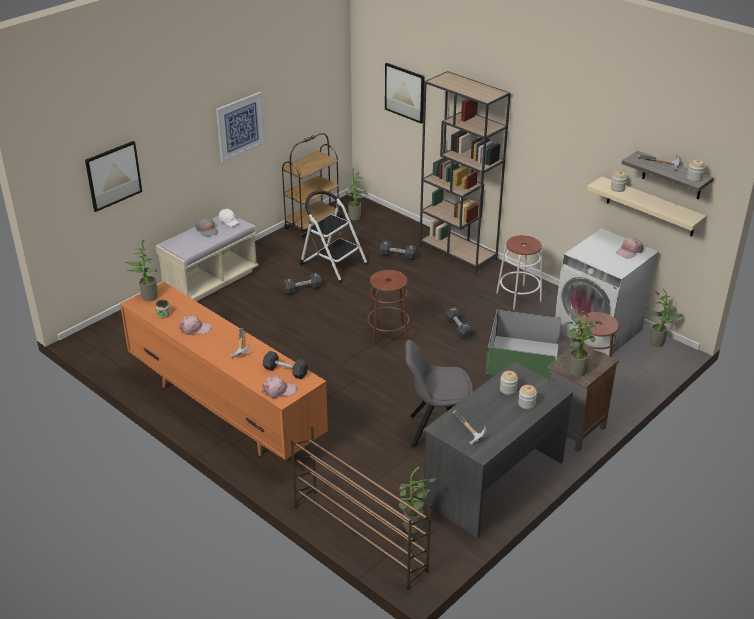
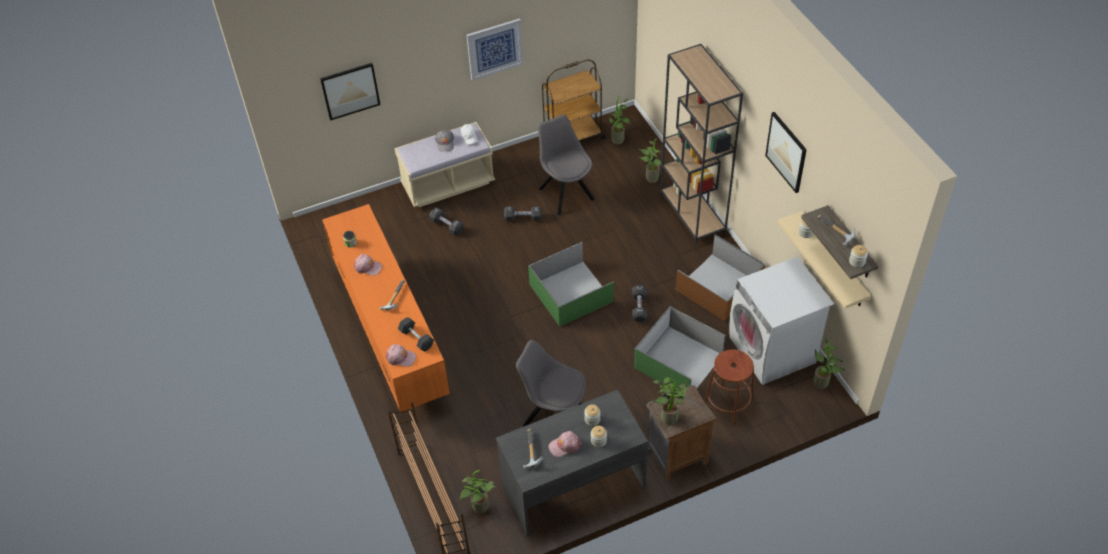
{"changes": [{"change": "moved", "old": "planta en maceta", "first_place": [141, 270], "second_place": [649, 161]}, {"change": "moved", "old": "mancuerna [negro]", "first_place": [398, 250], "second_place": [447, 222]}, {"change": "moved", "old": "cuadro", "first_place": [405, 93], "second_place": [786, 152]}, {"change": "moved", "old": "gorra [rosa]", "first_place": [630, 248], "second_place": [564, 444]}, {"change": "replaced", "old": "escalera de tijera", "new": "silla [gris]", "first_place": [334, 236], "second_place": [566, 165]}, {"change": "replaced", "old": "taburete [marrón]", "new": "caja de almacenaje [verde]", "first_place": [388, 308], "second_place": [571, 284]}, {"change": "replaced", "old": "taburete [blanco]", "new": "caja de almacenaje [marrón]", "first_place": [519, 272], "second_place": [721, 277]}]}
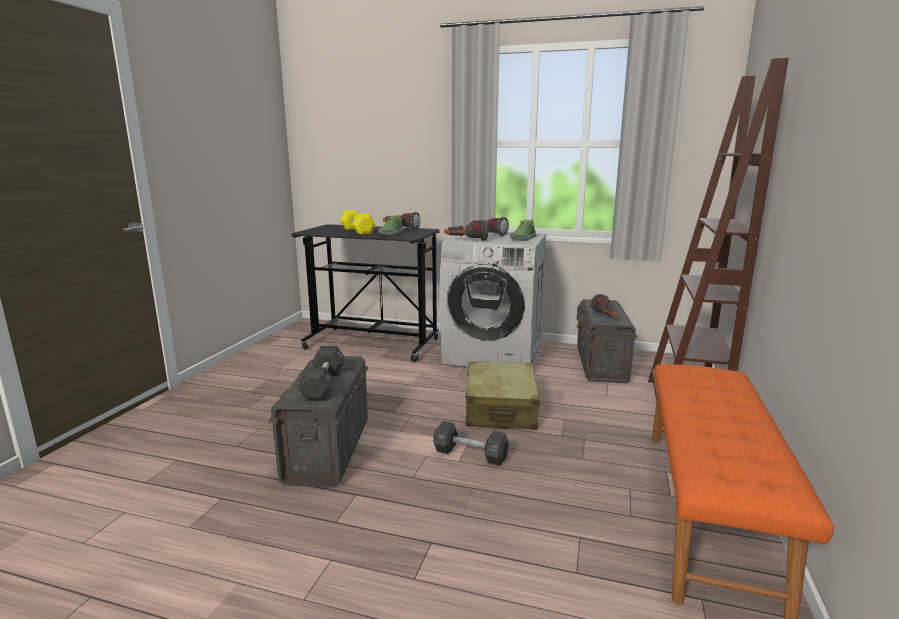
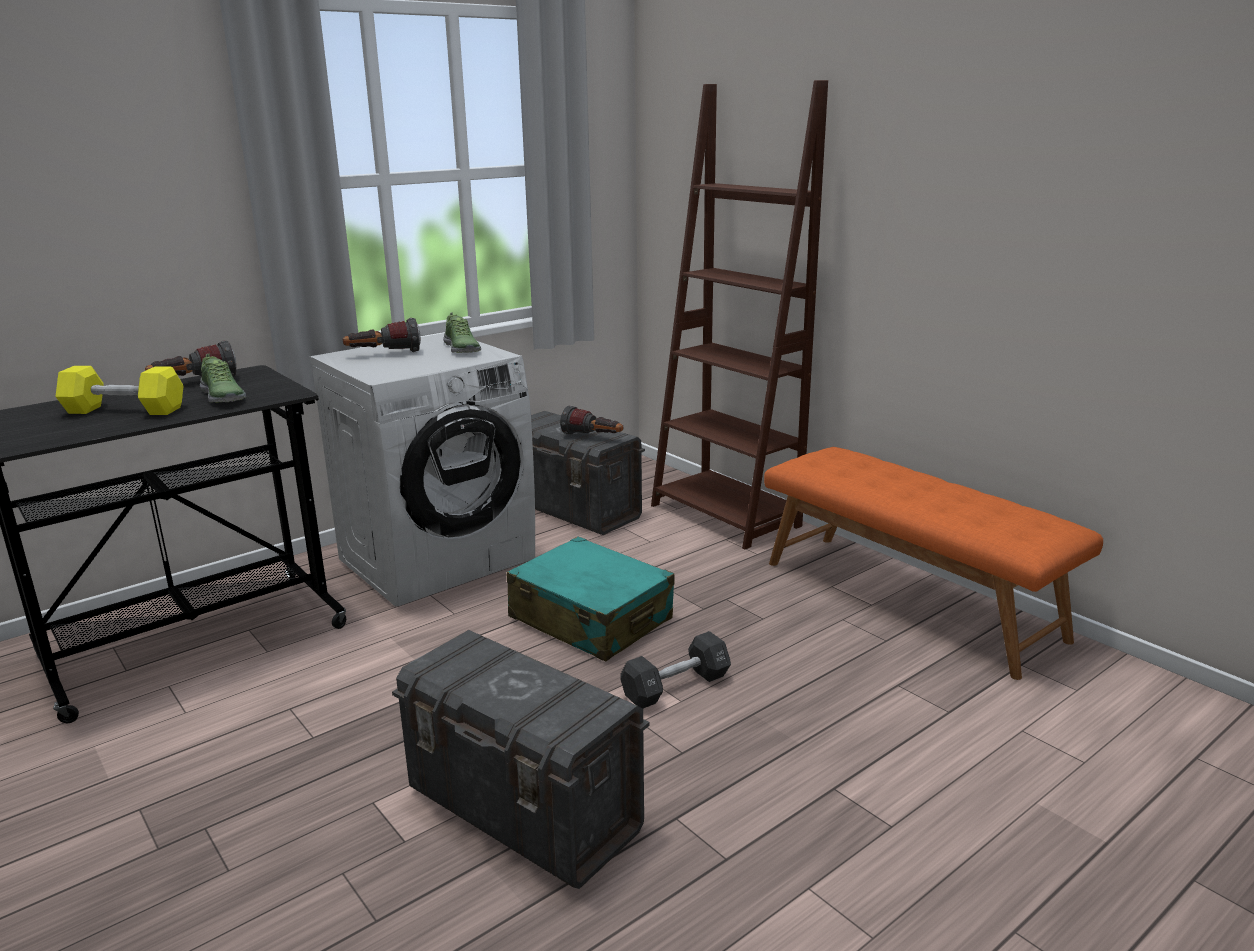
{"changes": [{"change": "removed", "old": "mancuerna [negro]", "first_place": [321, 373]}, {"change": "removed", "old": "linterna", "first_place": [466, 230]}, {"change": "recoloured", "old": "maleta [beis]", "new": "maleta [turquesa]", "first_place": [503, 395], "second_place": [591, 599]}]}
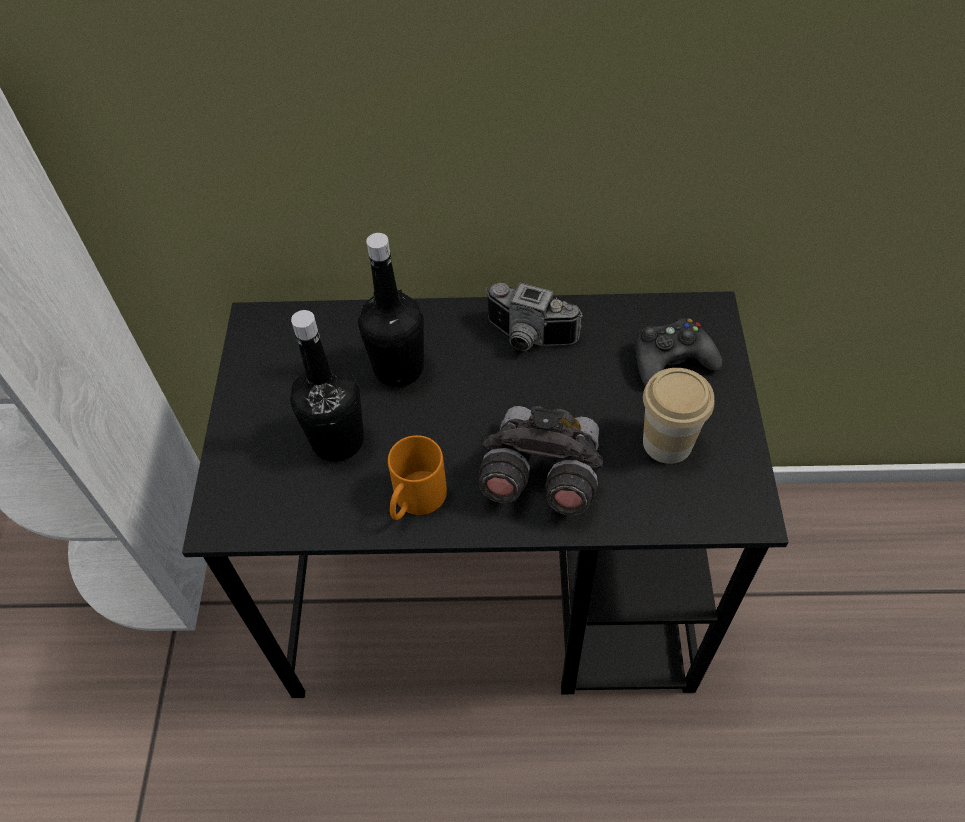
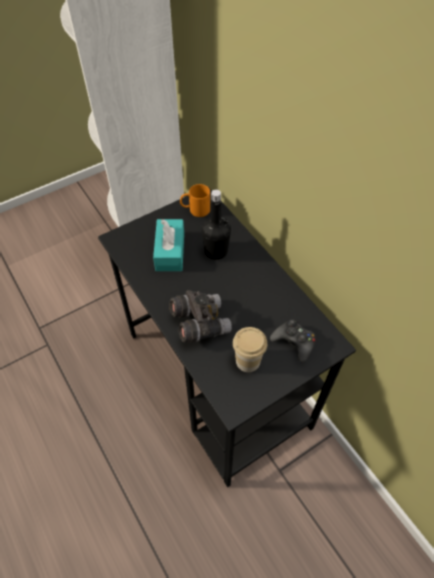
{"changes": [{"change": "removed", "old": "cámara", "first_place": [534, 317]}, {"change": "moved", "old": "taza grande [naranja]", "first_place": [417, 477], "second_place": [195, 200]}, {"change": "replaced", "old": "botella [negro]", "new": "caja de pañuelos [turquesa]", "first_place": [327, 386], "second_place": [168, 245]}]}
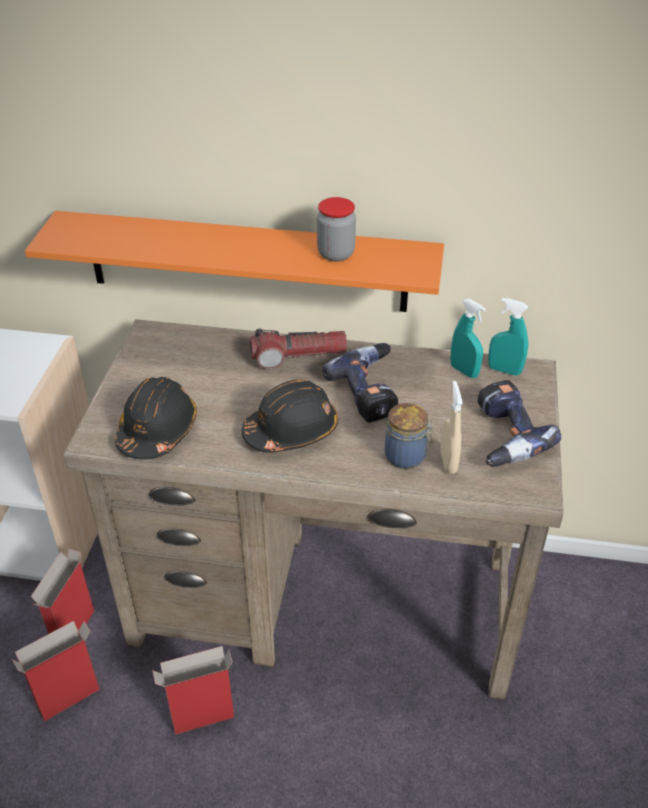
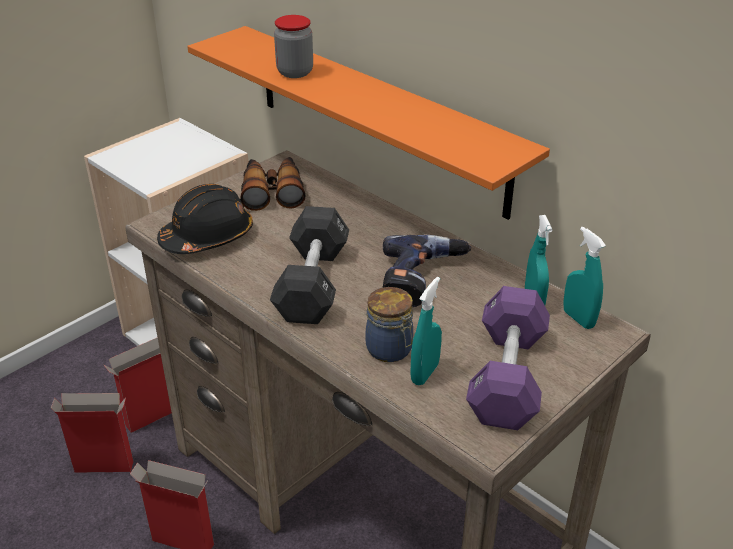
{"changes": [{"change": "removed", "old": "linterna", "first_place": [298, 349]}, {"change": "added", "new": "prismáticos", "second_place": [273, 184]}, {"change": "moved", "old": "tarro", "first_place": [336, 229], "second_place": [293, 46]}, {"change": "replaced", "old": "casco [negro]", "new": "mancuerna [negro]", "first_place": [290, 416], "second_place": [309, 265]}, {"change": "replaced", "old": "taladro", "new": "mancuerna [morado]", "first_place": [519, 423], "second_place": [508, 358]}, {"change": "recoloured", "old": "pulverizador [beis]", "new": "pulverizador [turquesa]", "first_place": [451, 427], "second_place": [426, 331]}]}
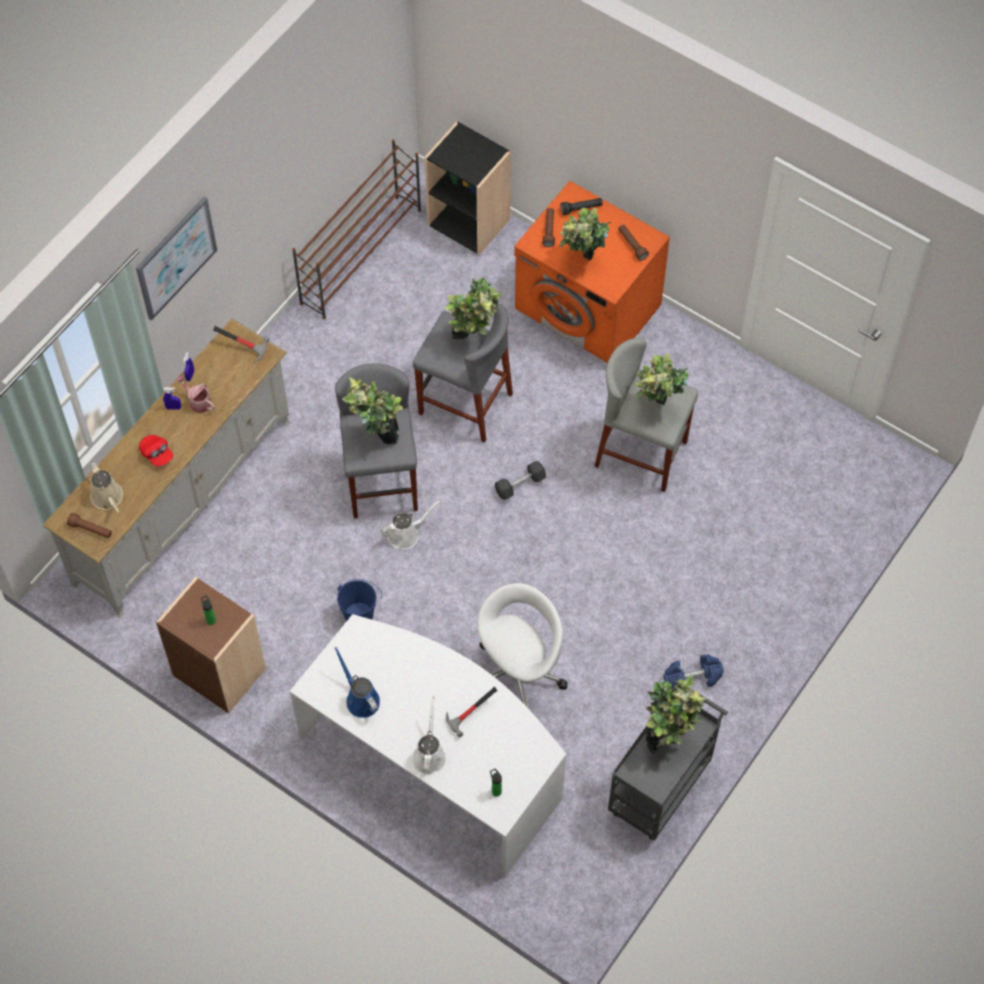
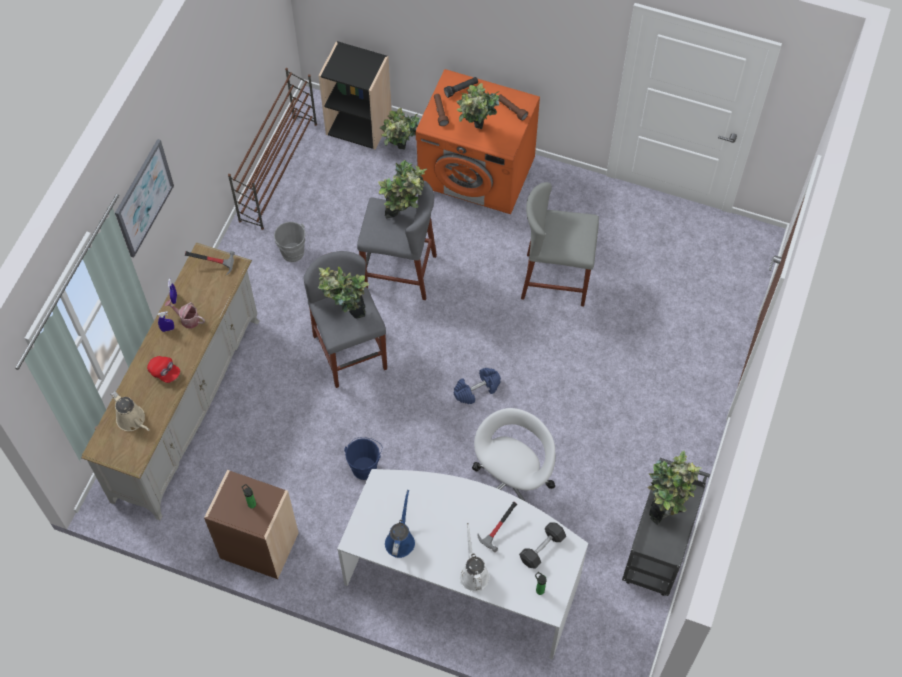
{"changes": [{"change": "removed", "old": "linterna [marrón]", "first_place": [89, 525]}, {"change": "removed", "old": "regadera [blanco]", "first_place": [411, 524]}, {"change": "added", "new": "cubo [gris]", "second_place": [292, 242]}, {"change": "moved", "old": "mancuerna [gris]", "first_place": [520, 480], "second_place": [542, 546]}, {"change": "moved", "old": "planta en maceta", "first_place": [662, 379], "second_place": [399, 129]}, {"change": "moved", "old": "mancuerna [azul]", "first_place": [693, 672], "second_place": [477, 386]}, {"change": "turned", "old": "regadera [azul]", "first_place": [357, 682], "second_place": [400, 524], "degrees": 60}]}
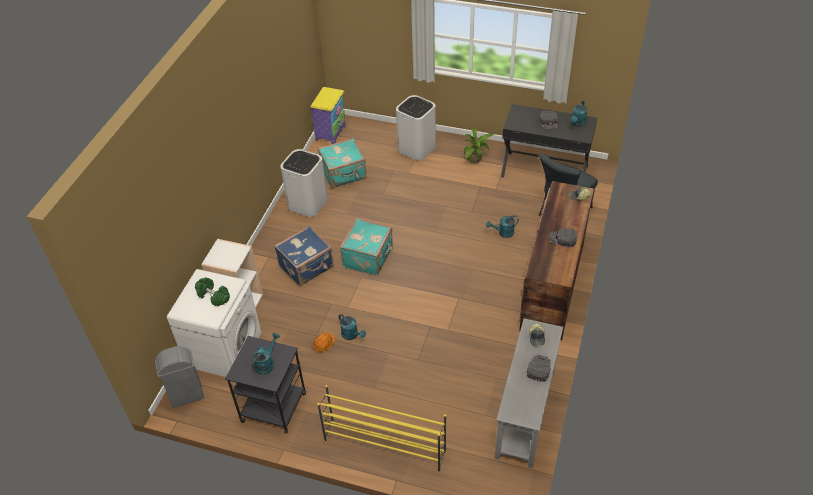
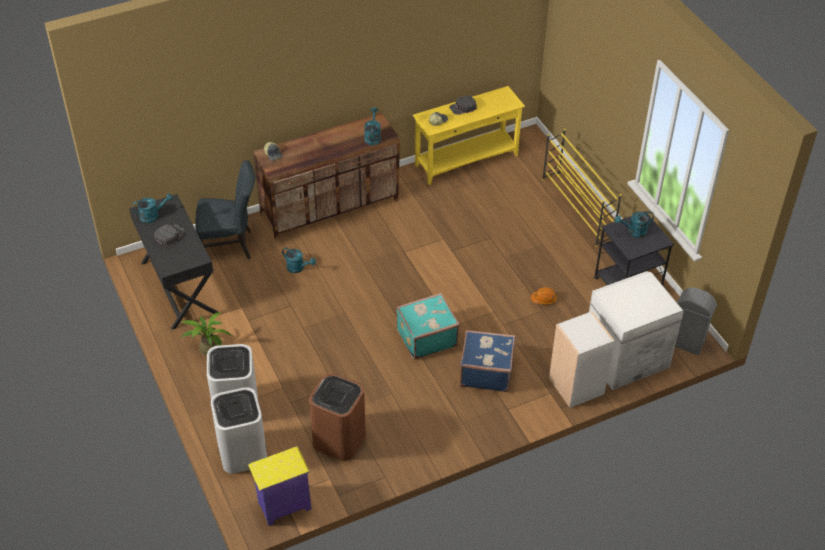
{"changes": [{"change": "removed", "old": "mancuerna [verde]", "first_place": [212, 292]}, {"change": "removed", "old": "gorra [negro]", "first_place": [563, 237]}, {"change": "moved", "old": "papelera [blanco]", "first_place": [304, 183], "second_place": [238, 430]}, {"change": "moved", "old": "regadera [turquesa]", "first_place": [352, 327], "second_place": [372, 126]}, {"change": "replaced", "old": "maleta [turquesa]", "new": "papelera [marrón]", "first_place": [342, 163], "second_place": [337, 417]}, {"change": "recoloured", "old": "mesa consola [gris]", "new": "mesa consola [amarillo]", "first_place": [529, 393], "second_place": [469, 135]}]}
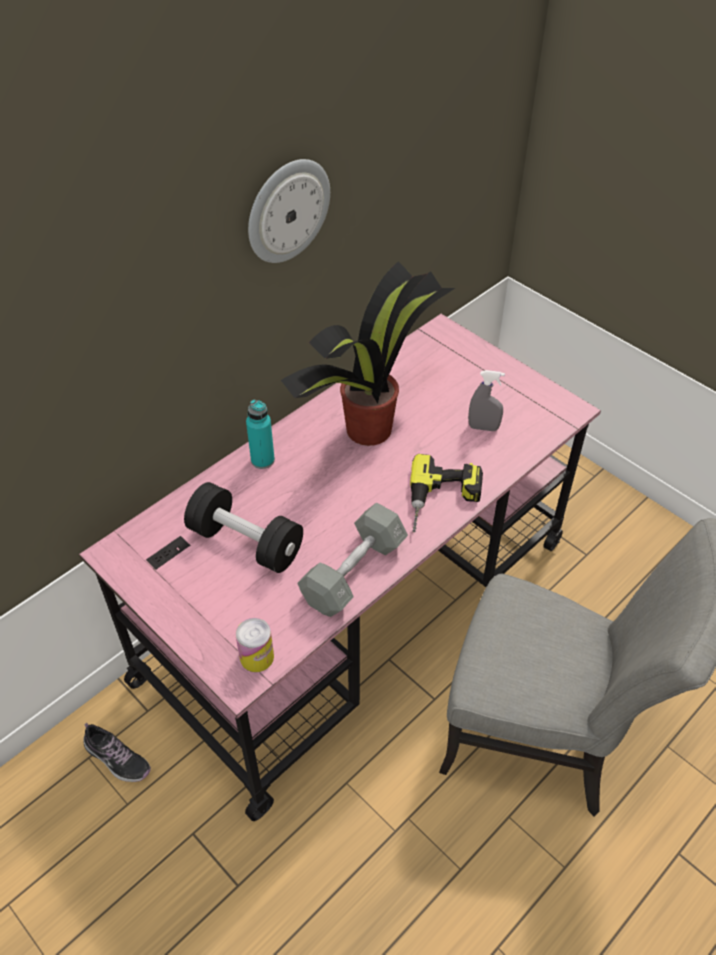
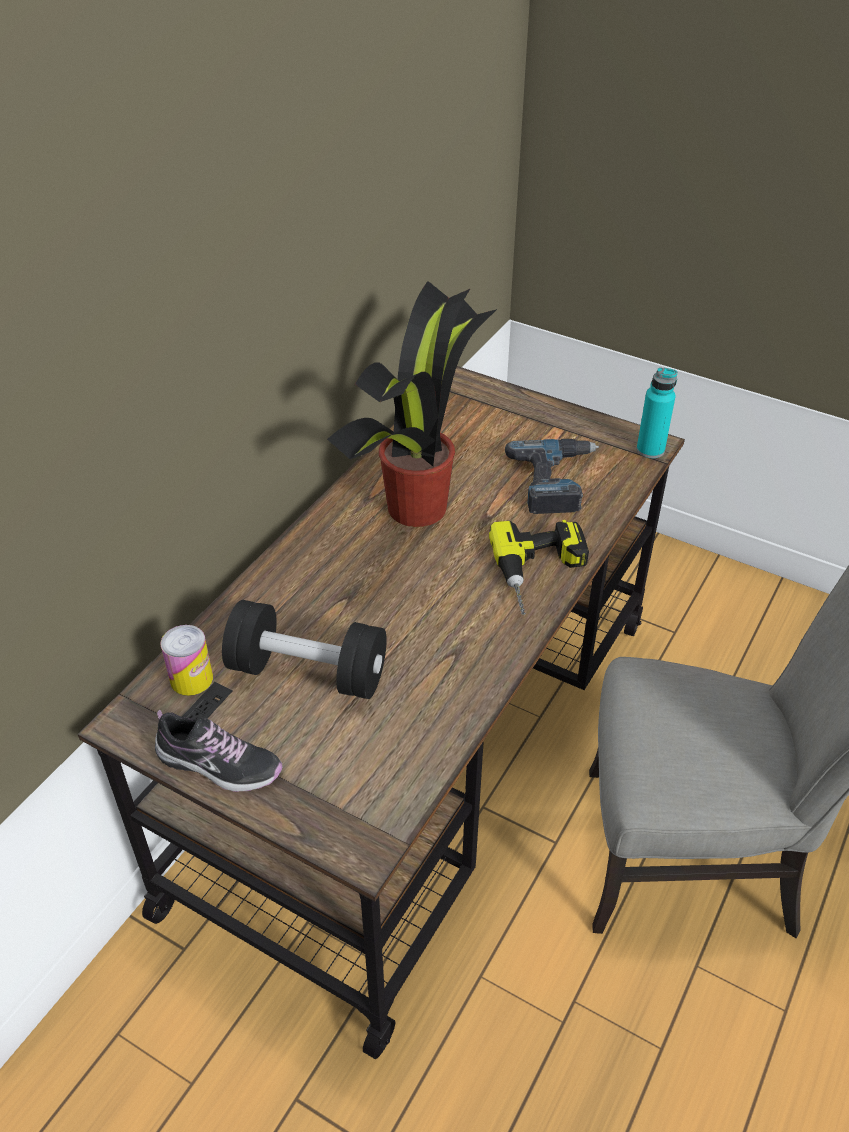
{"changes": [{"change": "removed", "old": "reloj de pared", "first_place": [289, 211]}, {"change": "removed", "old": "mancuerna [gris]", "first_place": [352, 560]}, {"change": "moved", "old": "zapato", "first_place": [117, 752], "second_place": [218, 751]}, {"change": "moved", "old": "lata", "first_place": [255, 645], "second_place": [186, 660]}, {"change": "moved", "old": "botella [turquesa]", "first_place": [260, 434], "second_place": [657, 412]}, {"change": "replaced", "old": "pulverizador [gris]", "new": "taladro", "first_place": [486, 400], "second_place": [552, 476]}, {"change": "recoloured", "old": "escritorio [rosa]", "new": "escritorio [marrón]", "first_place": [340, 567], "second_place": [381, 712]}]}
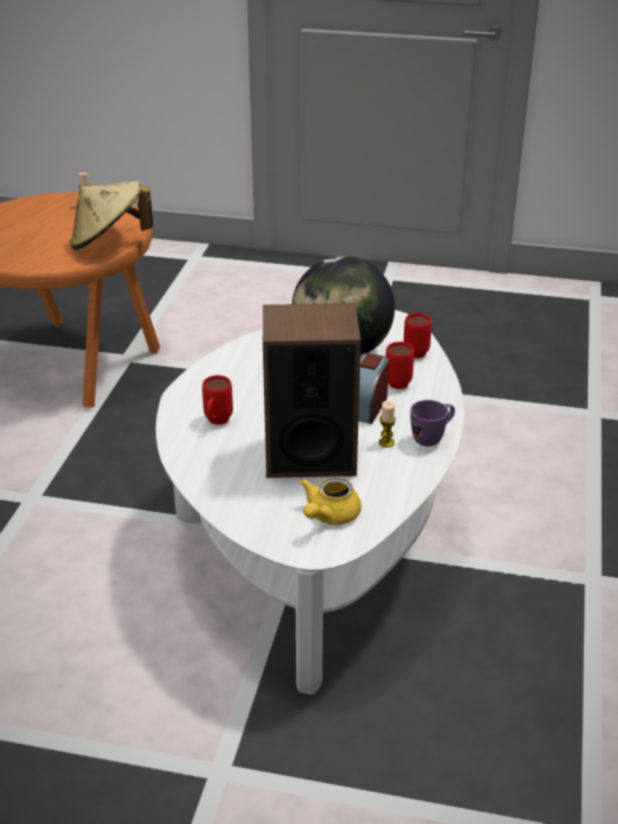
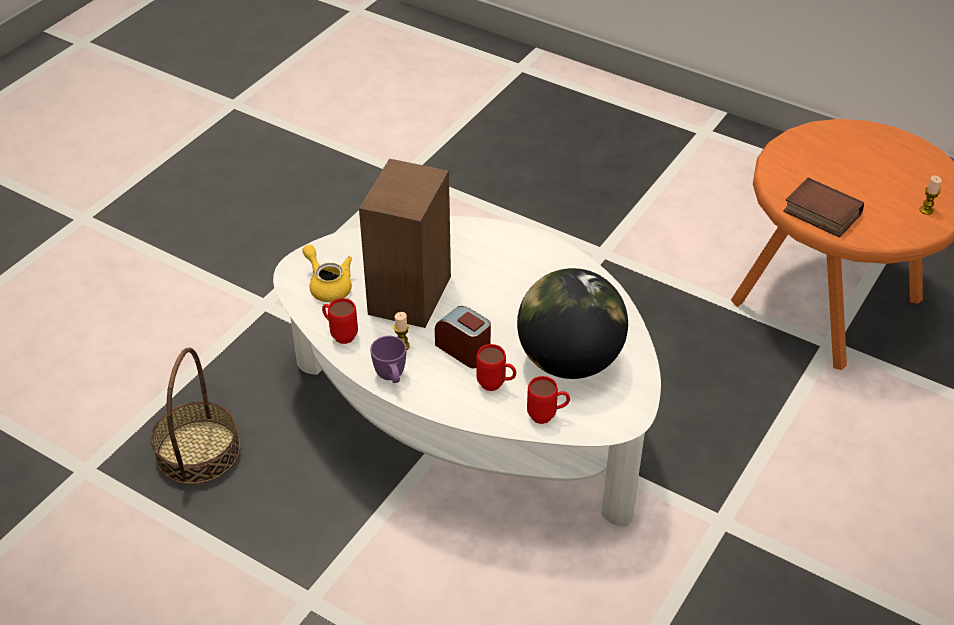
{"changes": [{"change": "added", "new": "cesta", "second_place": [195, 416]}, {"change": "moved", "old": "taza grande [rojo]", "first_place": [217, 400], "second_place": [340, 321]}, {"change": "replaced", "old": "sombrero [beis]", "new": "libro", "first_place": [111, 215], "second_place": [823, 207]}]}
